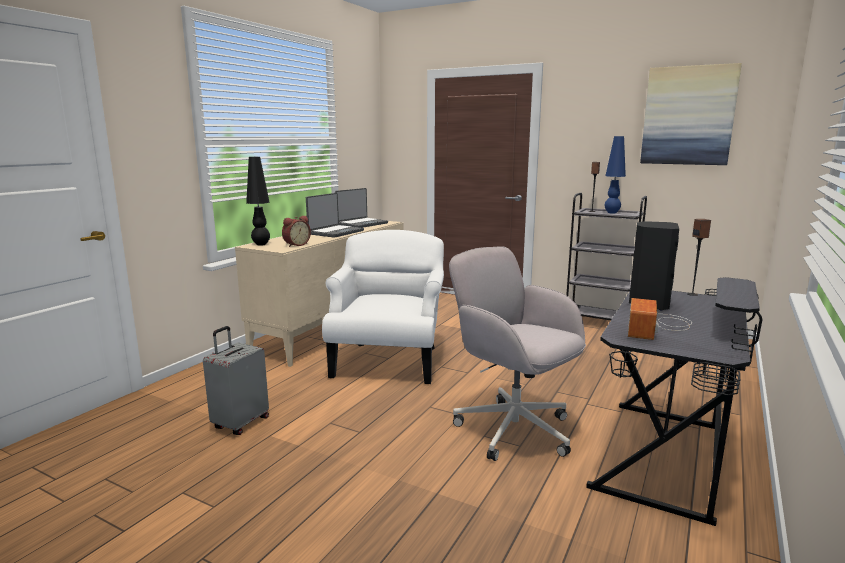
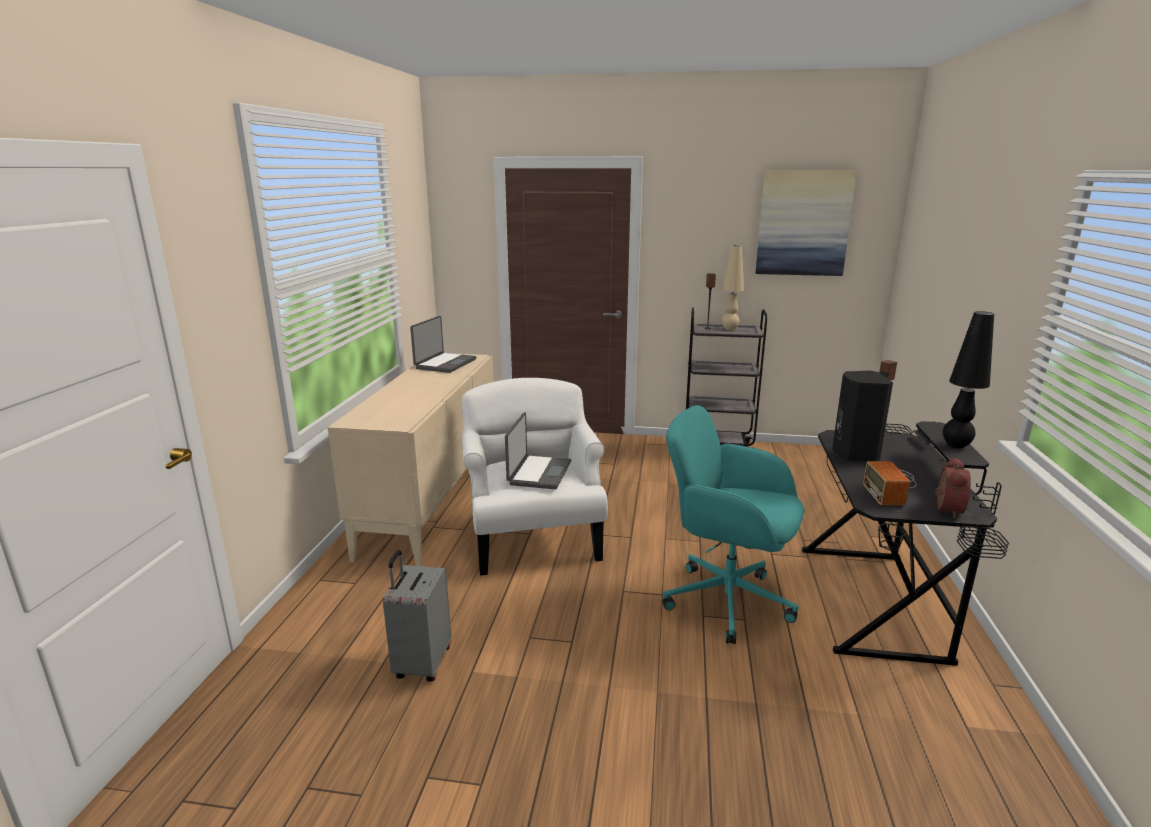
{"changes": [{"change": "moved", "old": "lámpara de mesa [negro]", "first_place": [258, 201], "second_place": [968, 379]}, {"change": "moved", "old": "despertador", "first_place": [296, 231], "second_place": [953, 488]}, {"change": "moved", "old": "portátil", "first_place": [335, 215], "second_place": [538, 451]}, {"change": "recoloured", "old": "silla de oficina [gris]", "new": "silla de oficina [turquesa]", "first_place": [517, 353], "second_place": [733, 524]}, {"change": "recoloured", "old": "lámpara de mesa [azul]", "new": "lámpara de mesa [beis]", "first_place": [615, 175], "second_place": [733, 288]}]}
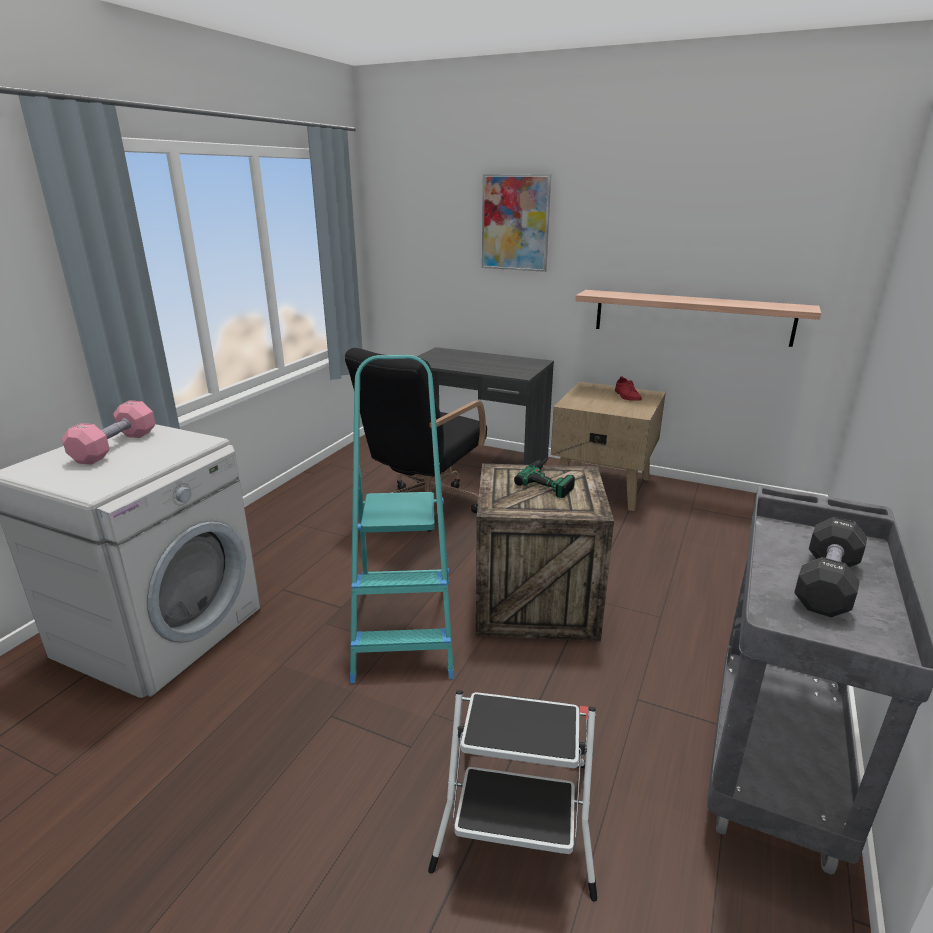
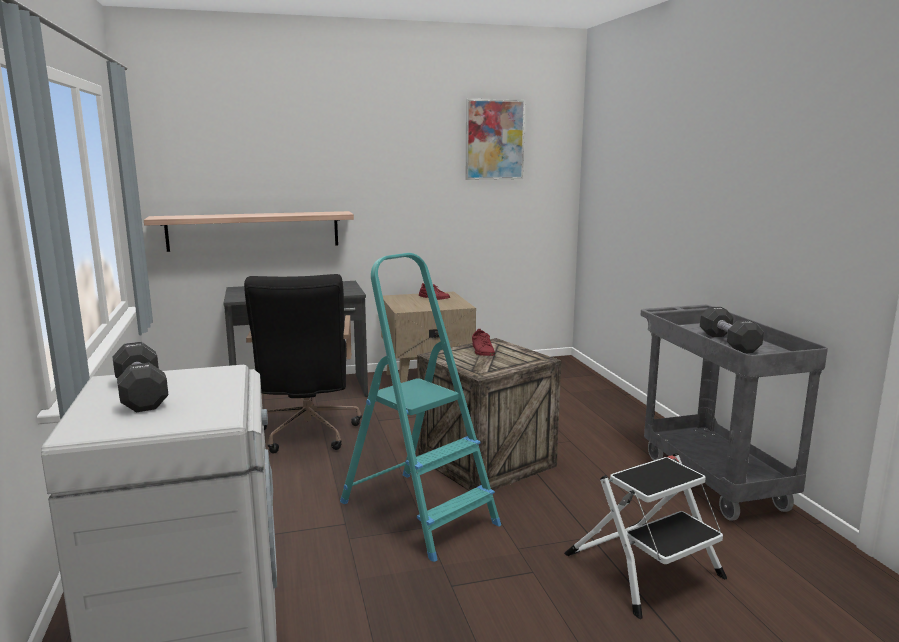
{"changes": [{"change": "moved", "old": "cuadro", "first_place": [516, 223], "second_place": [495, 139]}, {"change": "moved", "old": "estante", "first_place": [698, 318], "second_place": [249, 231]}, {"change": "replaced", "old": "taladro", "new": "zapato [rojo]", "first_place": [544, 478], "second_place": [483, 342]}, {"change": "recoloured", "old": "mancuerna [rosa]", "new": "mancuerna [negro]", "first_place": [109, 432], "second_place": [140, 377]}]}
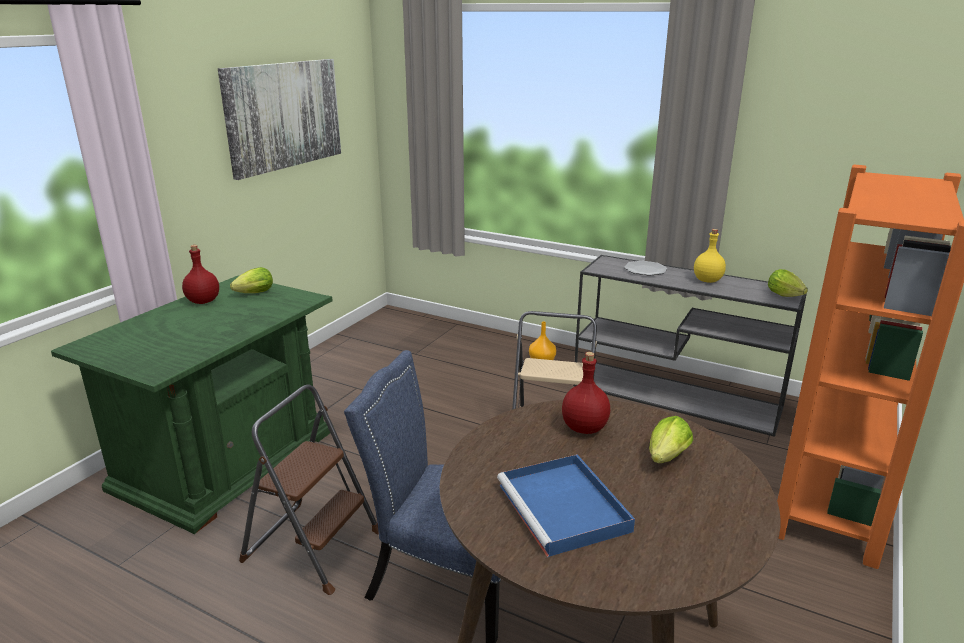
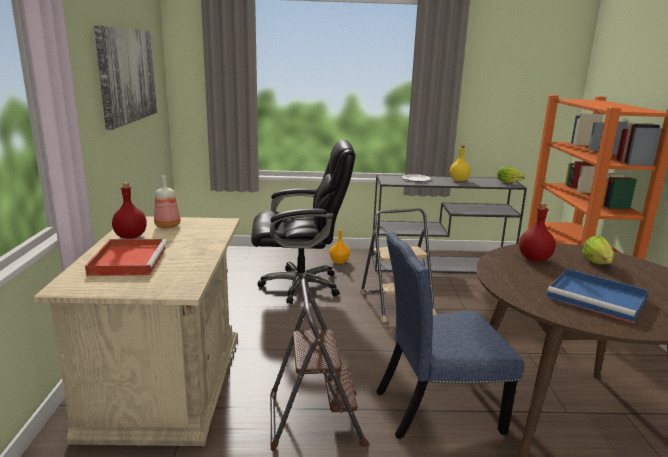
{"changes": [{"change": "added", "new": "bandeja [rojo]", "second_place": [126, 257]}, {"change": "added", "new": "silla de oficina [negro]", "second_place": [303, 222]}, {"change": "replaced", "old": "lechuga", "new": "botella", "first_place": [251, 280], "second_place": [167, 201]}, {"change": "recoloured", "old": "armario [verde]", "new": "armario [beis]", "first_place": [192, 404], "second_place": [137, 331]}]}
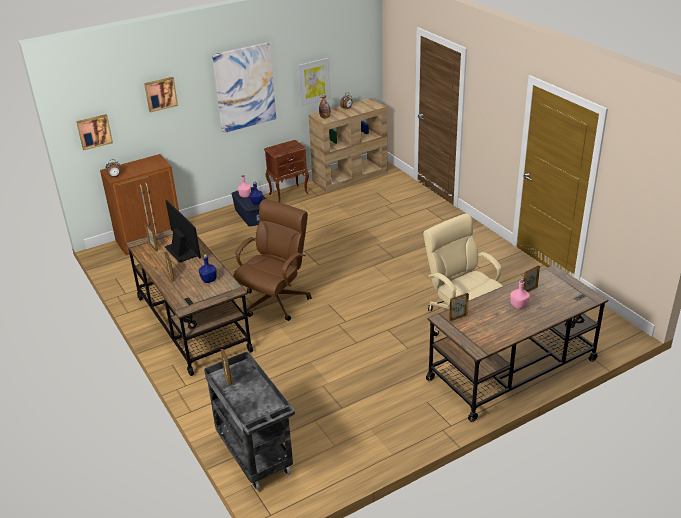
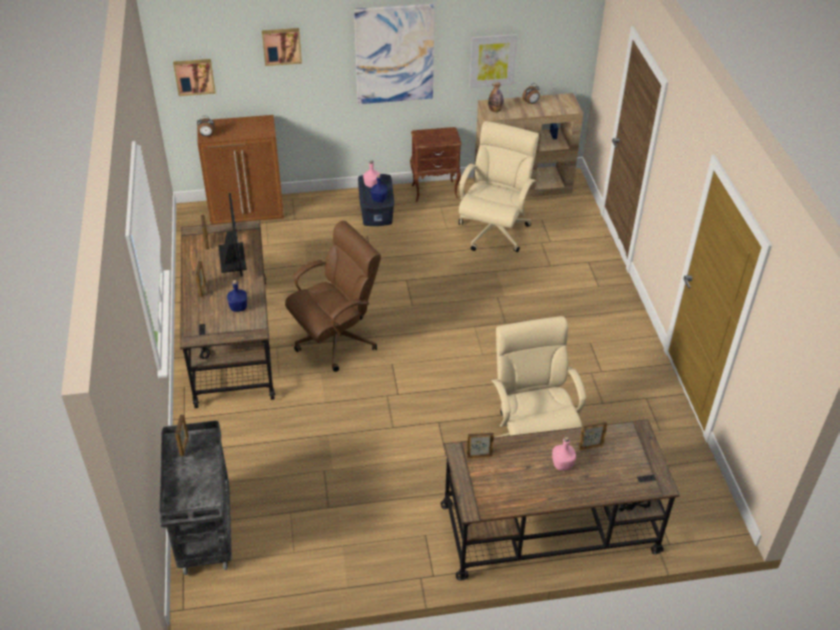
{"changes": [{"change": "added", "new": "silla de oficina [beis]", "second_place": [499, 186]}]}
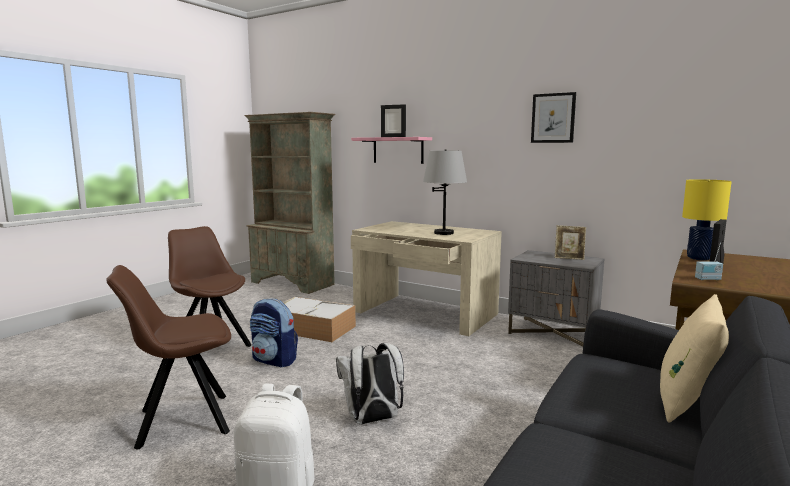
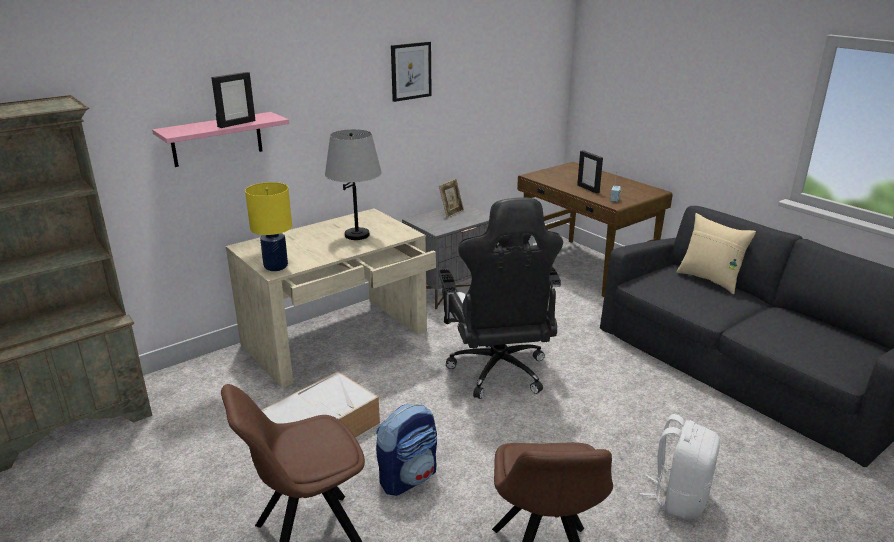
{"changes": [{"change": "removed", "old": "mochila [blanco]", "first_place": [370, 383]}, {"change": "added", "new": "silla de oficina [negro]", "second_place": [501, 298]}, {"change": "moved", "old": "lámpara de mesa [amarillo]", "first_place": [707, 220], "second_place": [268, 226]}]}
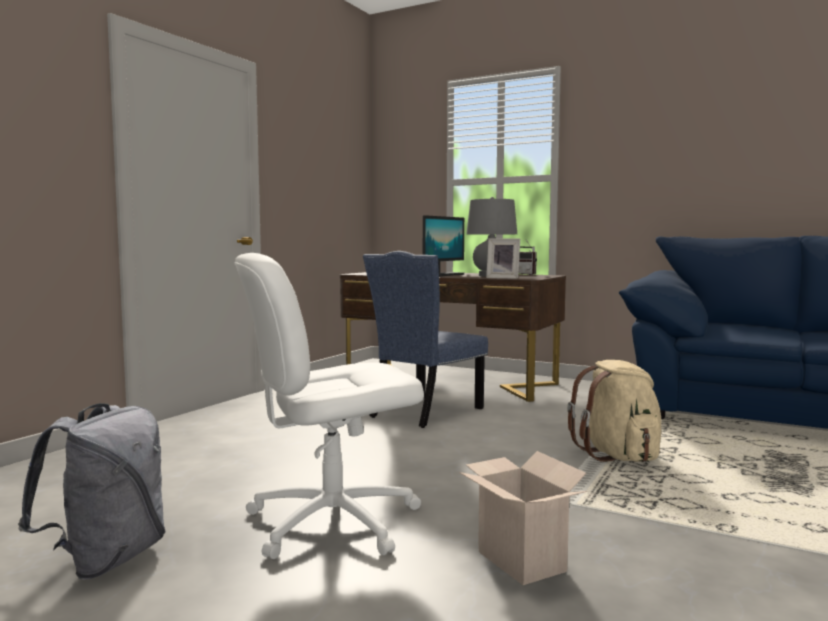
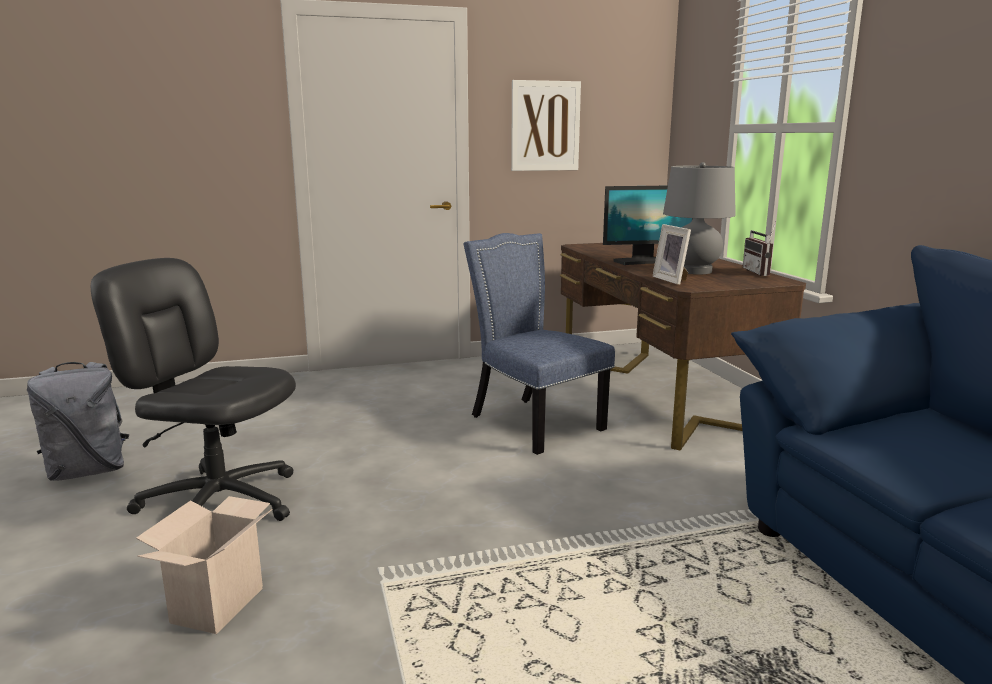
{"changes": [{"change": "removed", "old": "mochila [beis]", "first_place": [614, 411]}, {"change": "added", "new": "cuadro", "second_place": [546, 125]}, {"change": "recoloured", "old": "silla de oficina [blanco]", "new": "silla de oficina [negro]", "first_place": [329, 406], "second_place": [193, 389]}, {"change": "turned", "old": "silla [azul]", "first_place": [425, 339], "second_place": [539, 344], "degrees": 60}]}
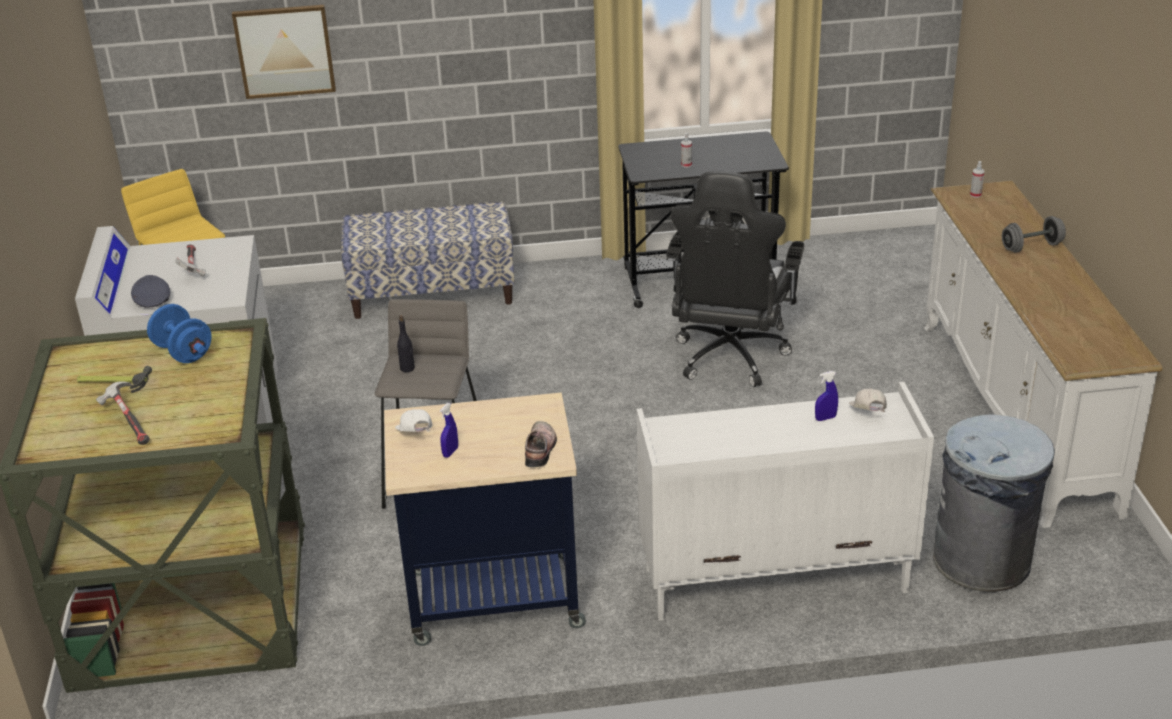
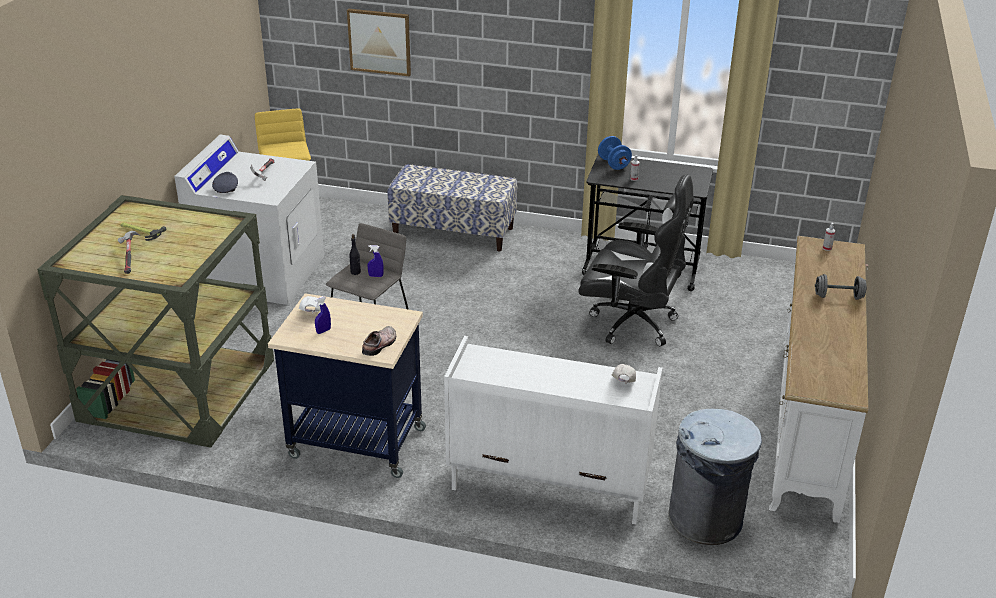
{"changes": [{"change": "moved", "old": "mancuerna [azul]", "first_place": [179, 333], "second_place": [615, 153]}, {"change": "moved", "old": "pulverizador [azul]", "first_place": [826, 396], "second_place": [376, 261]}, {"change": "turned", "old": "silla de oficina [negro]", "first_place": [735, 279], "second_place": [636, 260], "degrees": -105}]}
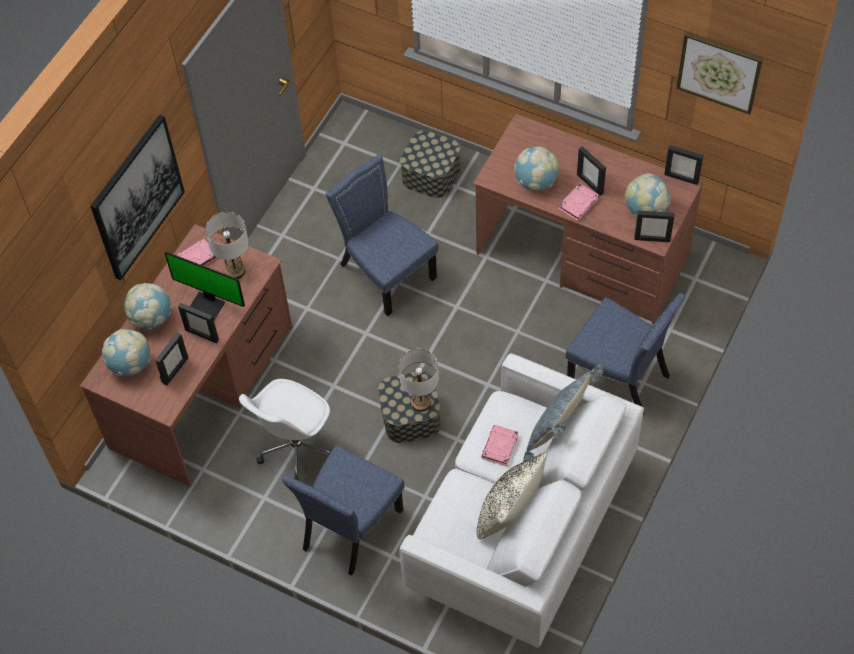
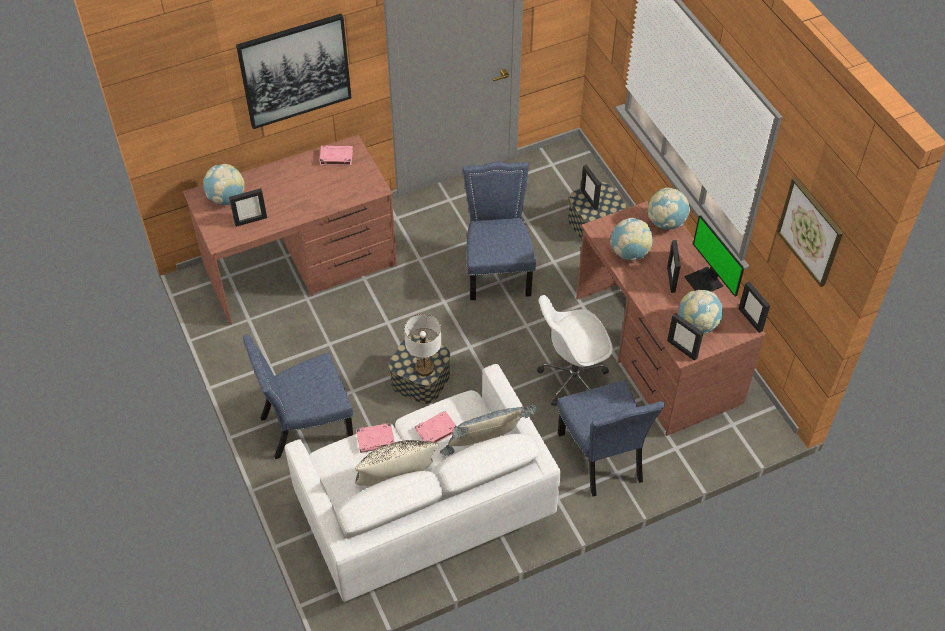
{"changes": [{"change": "removed", "old": "lámpara de mesa", "first_place": [227, 245]}, {"change": "moved", "old": "globo terráqueo", "first_place": [147, 306], "second_place": [669, 209]}, {"change": "moved", "old": "monitor", "first_place": [205, 286], "second_place": [714, 255]}, {"change": "moved", "old": "portarretratos", "first_place": [198, 323], "second_place": [591, 187]}, {"change": "moved", "old": "silla de oficina [blanco]", "first_place": [285, 430], "second_place": [575, 350]}, {"change": "moved", "old": "libro [rosa]", "first_place": [579, 202], "second_place": [375, 438]}]}
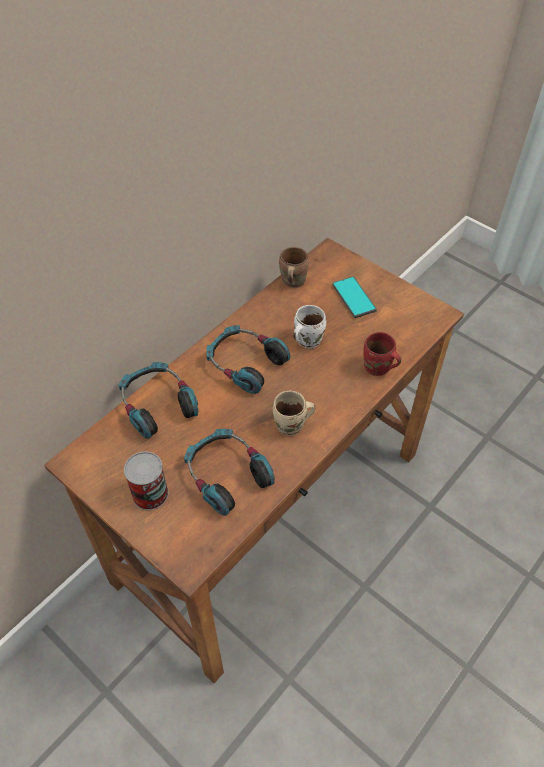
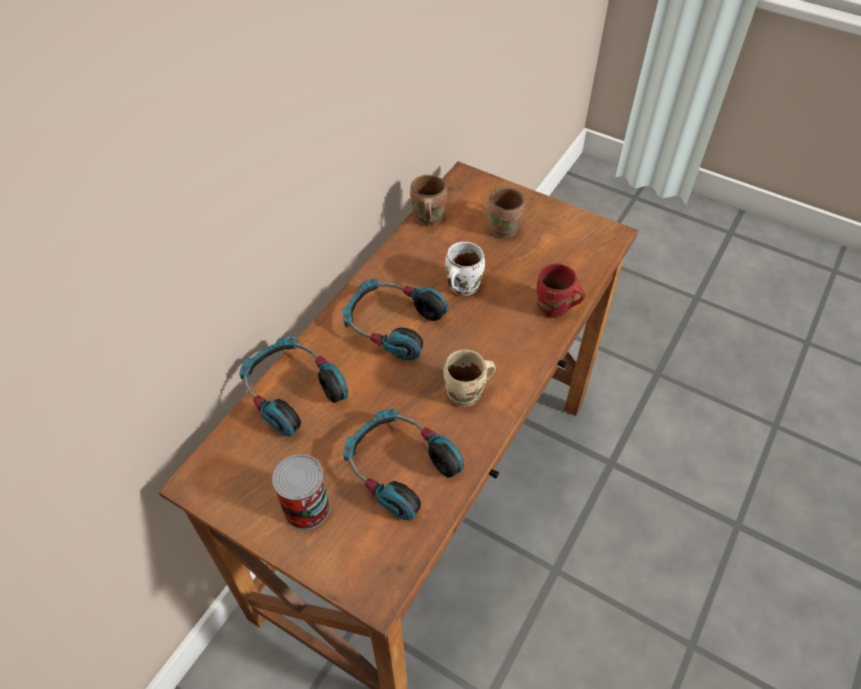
{"changes": [{"change": "replaced", "old": "móvil", "new": "taza grande [marrón]", "first_place": [354, 297], "second_place": [506, 212]}]}
